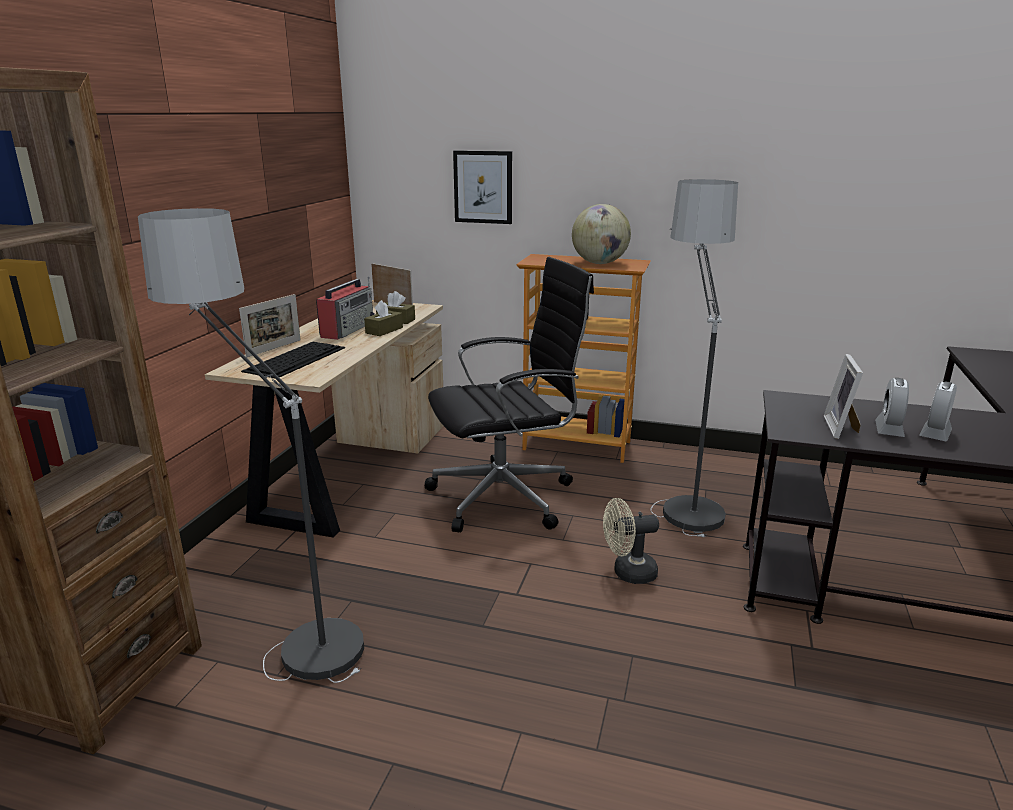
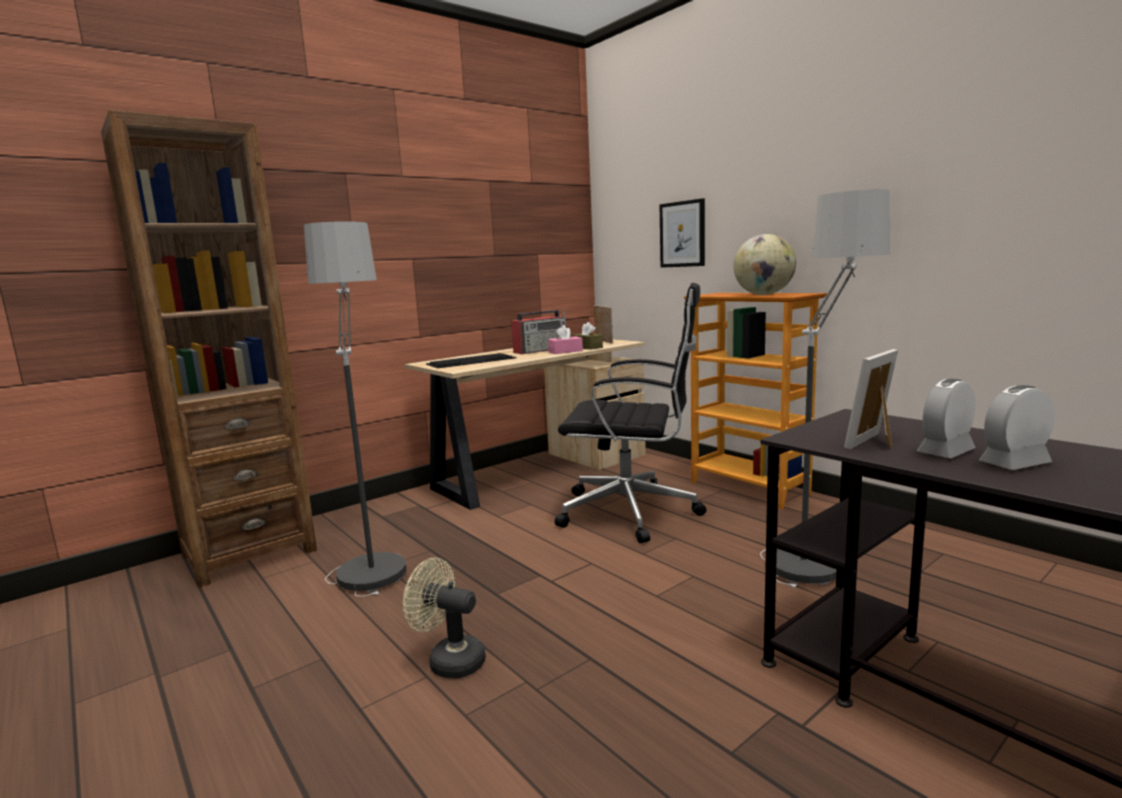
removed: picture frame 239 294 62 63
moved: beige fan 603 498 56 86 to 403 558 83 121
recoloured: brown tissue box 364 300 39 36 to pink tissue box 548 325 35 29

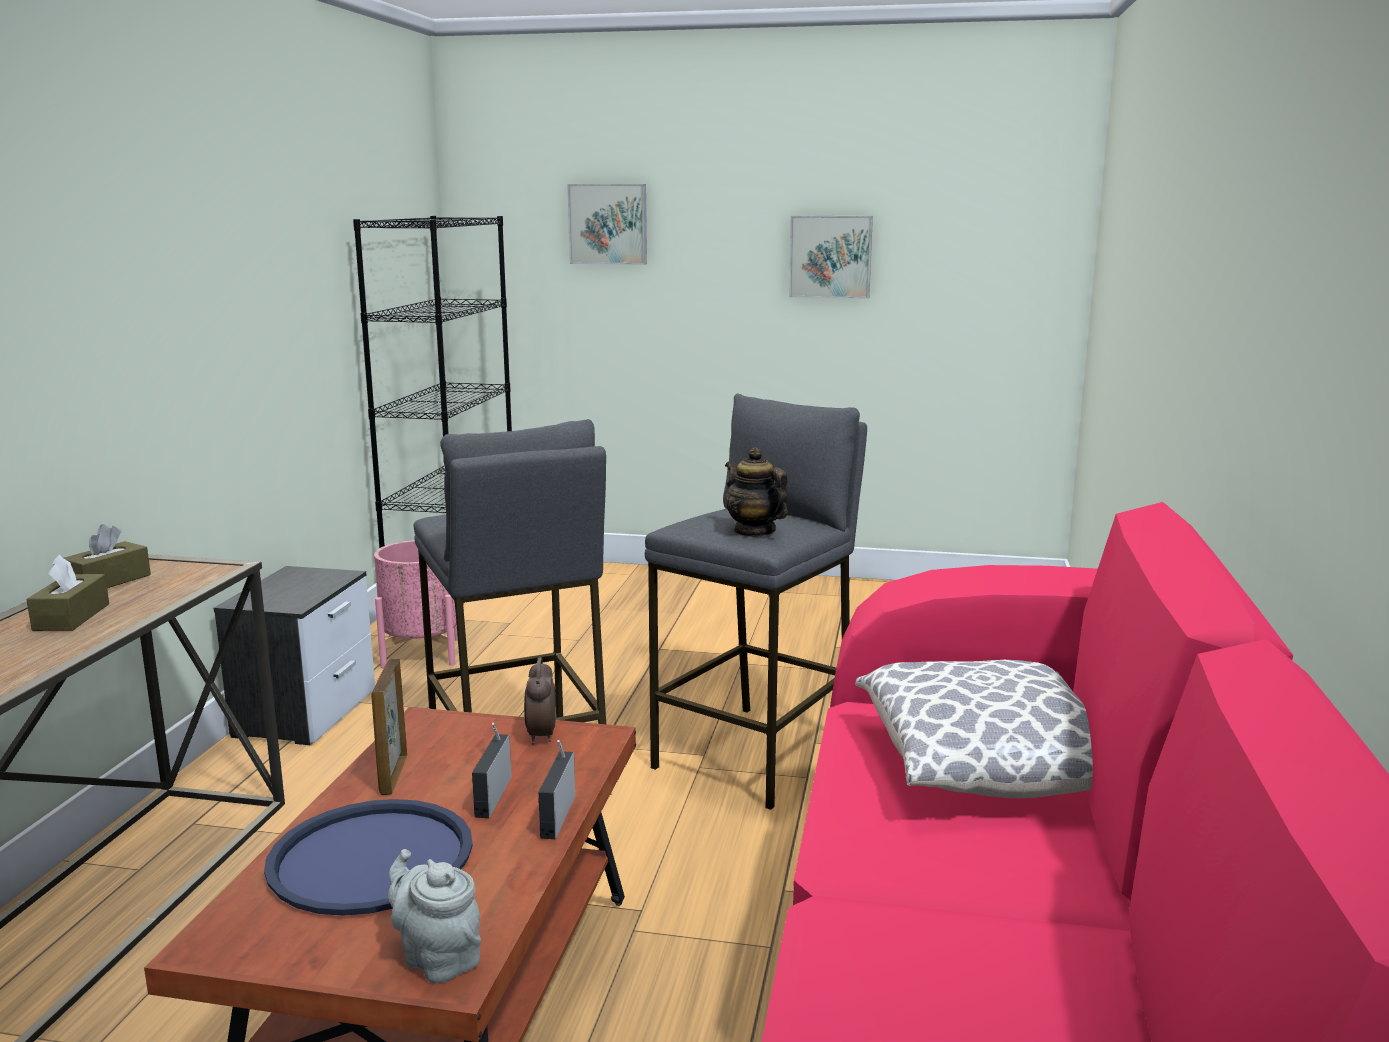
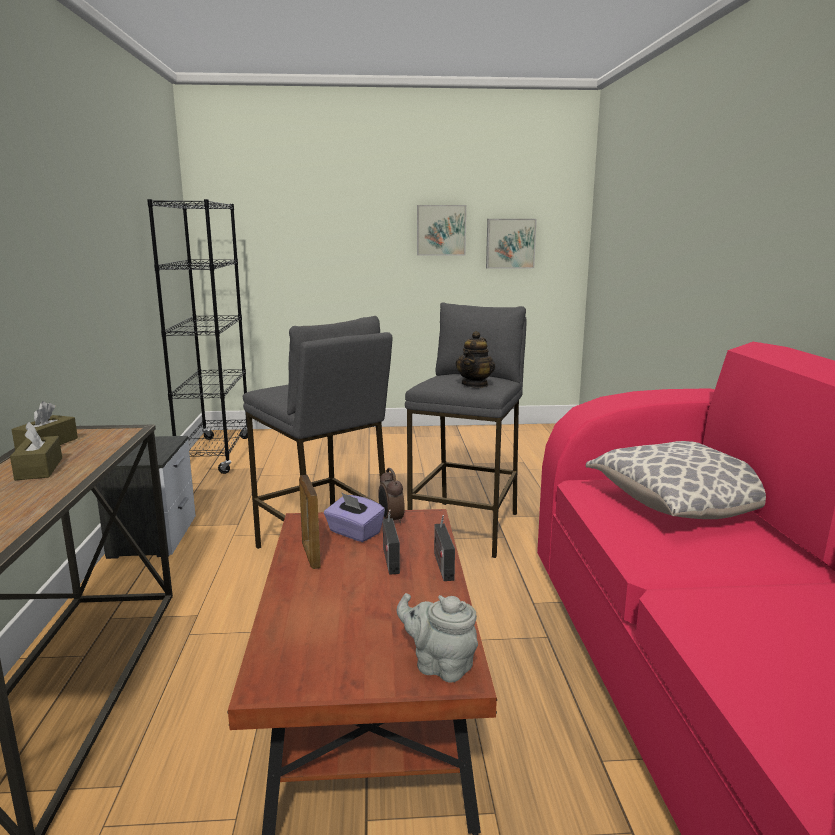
removed: blue tray 264 799 209 117; pink planter 374 540 84 128
added: purple tissue box 324 492 61 50
moved: picture 567 184 80 81 to 486 219 51 50
turned: teapot 725 447 63 90 = 456 331 39 57 105 degrees counterclockwise

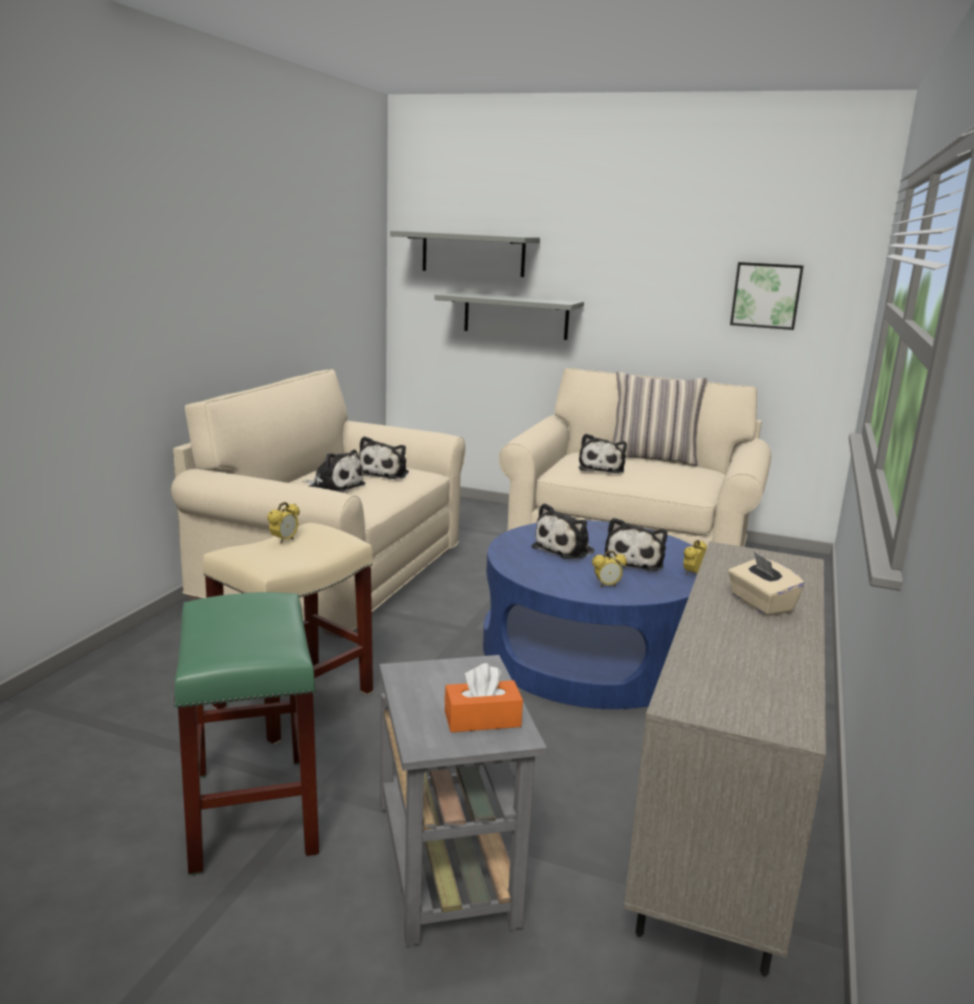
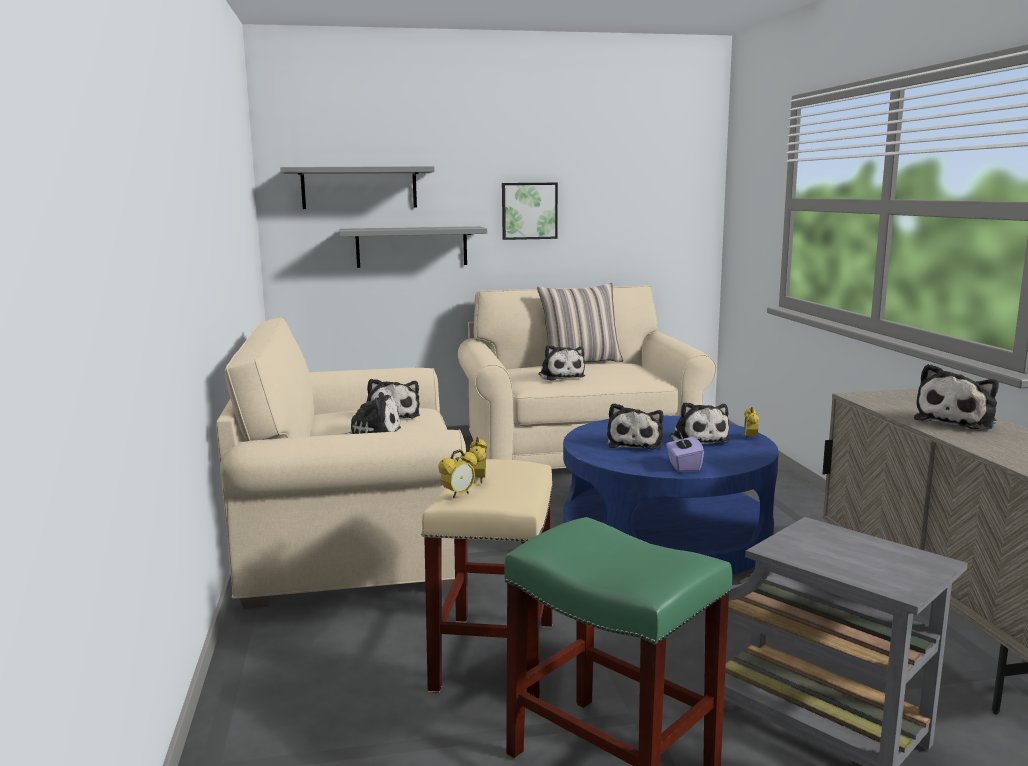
removed: orange tissue box 445 663 78 69
added: purple tissue box 666 433 38 39
moved: alarm clock 592 551 35 36 to 438 449 39 50; picture 730 262 74 68 to 502 183 56 57
replaced: beige tissue box 728 552 77 64 to plush toy 914 364 85 65

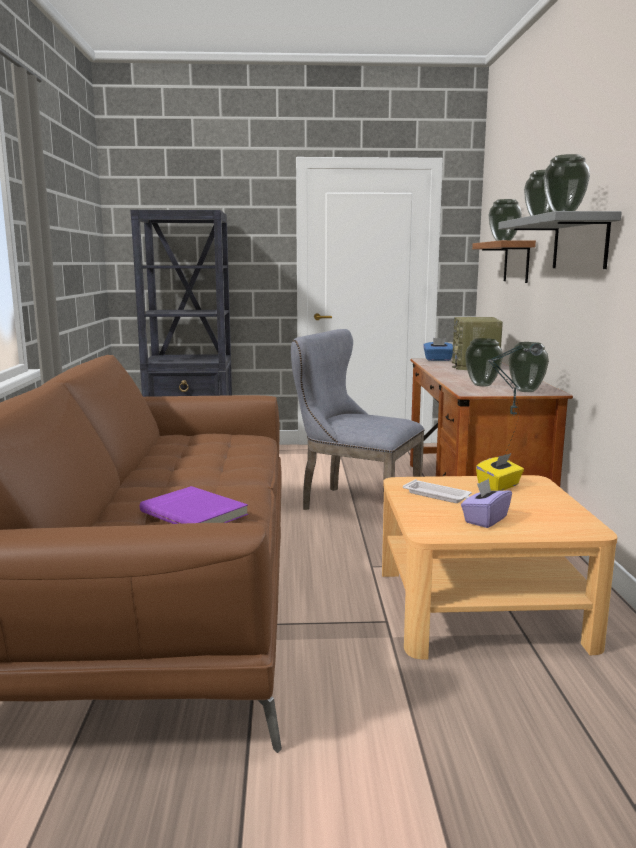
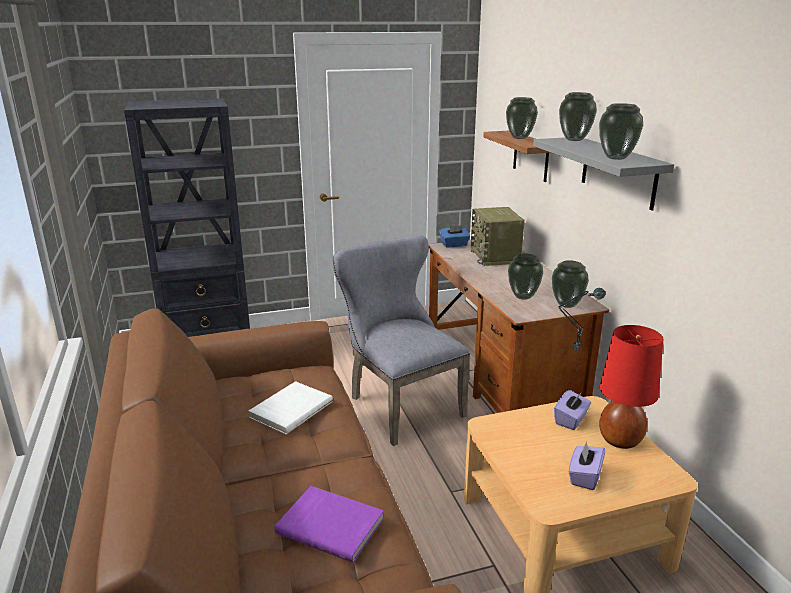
removed: white tray 403 479 69 24
added: white book 249 381 84 53; red table lamp 599 325 64 124
recoloured: yellow tissue box 476 453 48 38 to purple tissue box 554 390 37 40
turned: grey chair 291 329 134 181 = 332 235 138 211 45 degrees clockwise

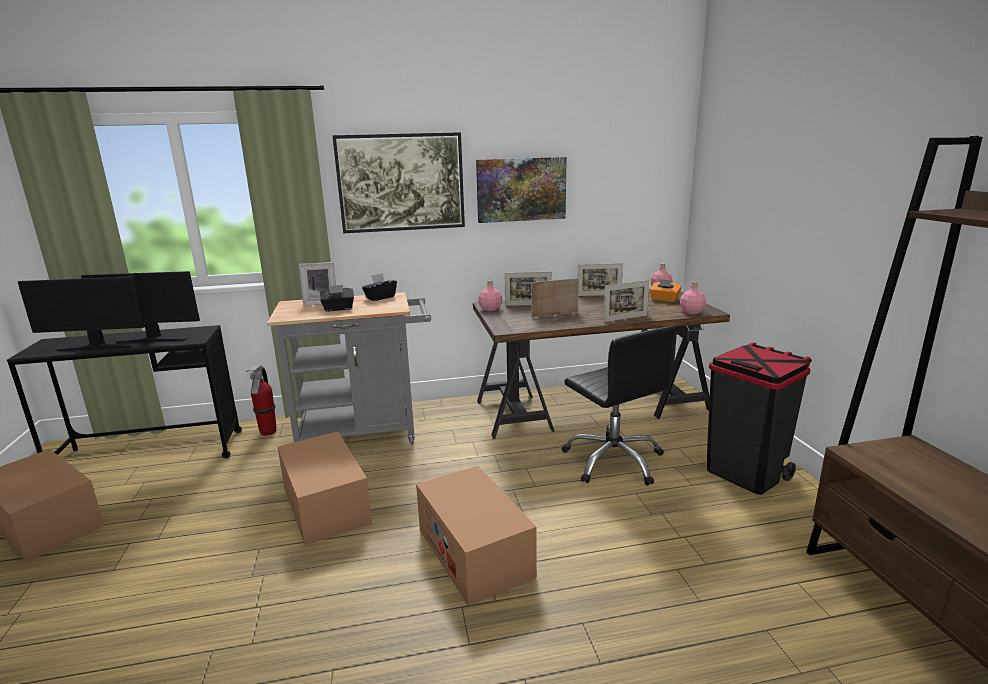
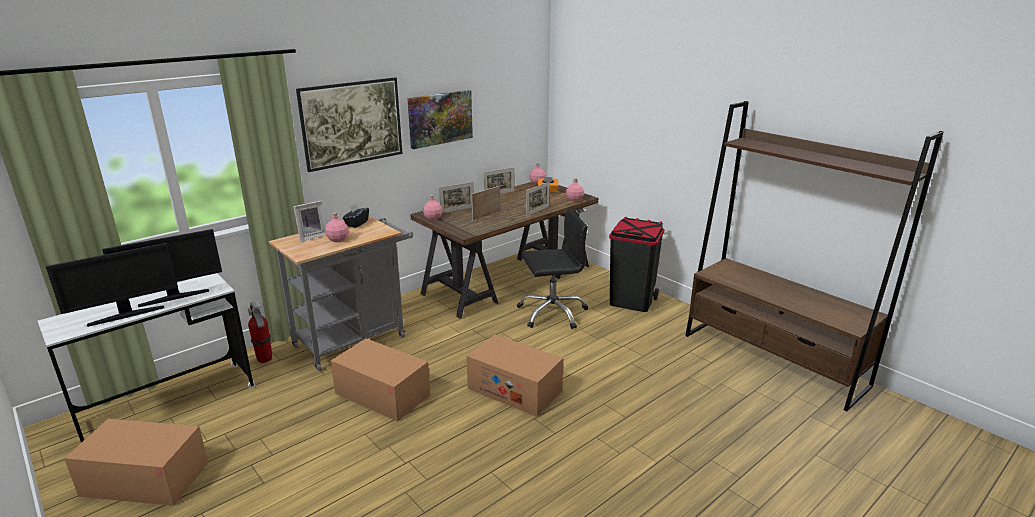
replaced: black tissue box 320 285 34 26 to pink bottle 325 212 24 30
recoloured: black desk 7 325 235 133 to white desk 38 273 218 170
turned: black office chair 562 326 113 160 = 517 208 71 121 45 degrees counterclockwise

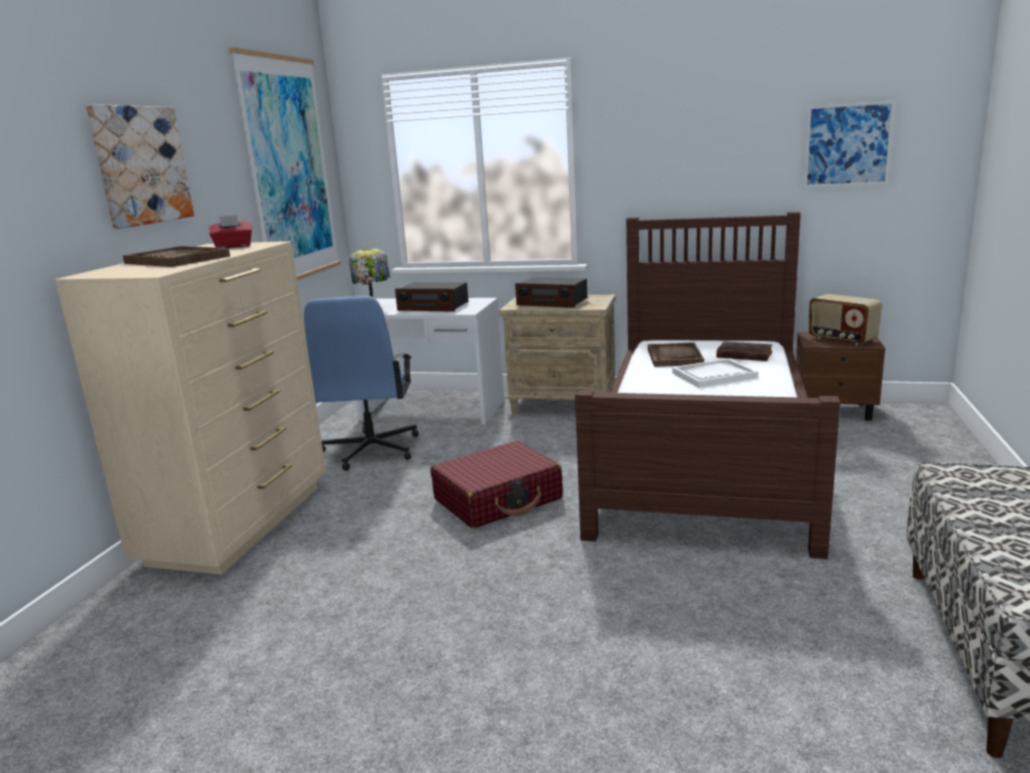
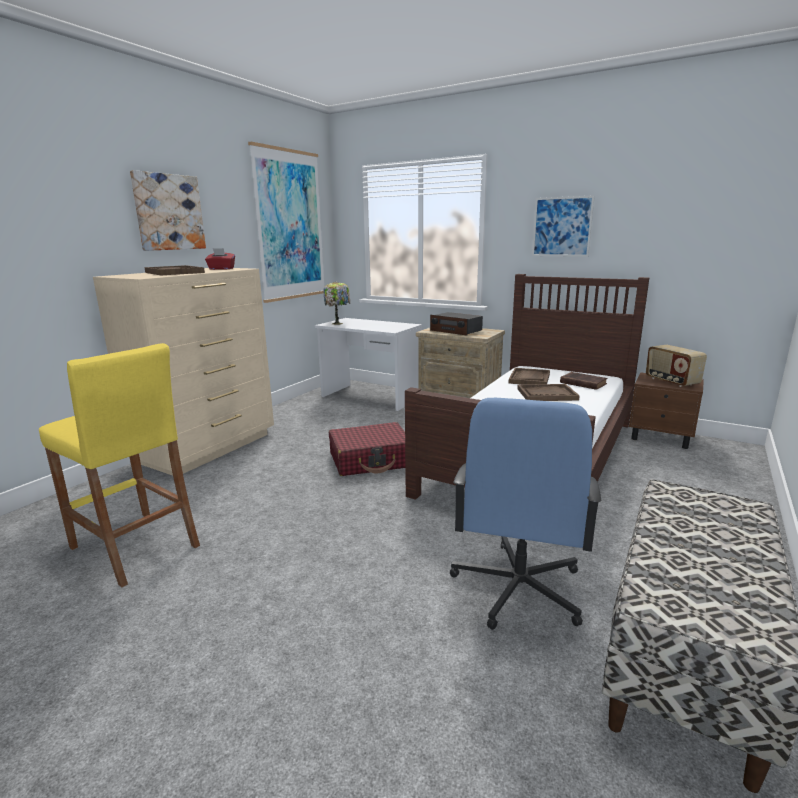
removed: radio 395 282 74 30
added: yellow stool 39 343 161 244
moved: blue office chair 304 296 115 175 to 450 398 151 232; picture 804 101 91 87 to 532 195 63 62
recoloured: white tray 672 358 86 30 to brown tray 517 384 63 17

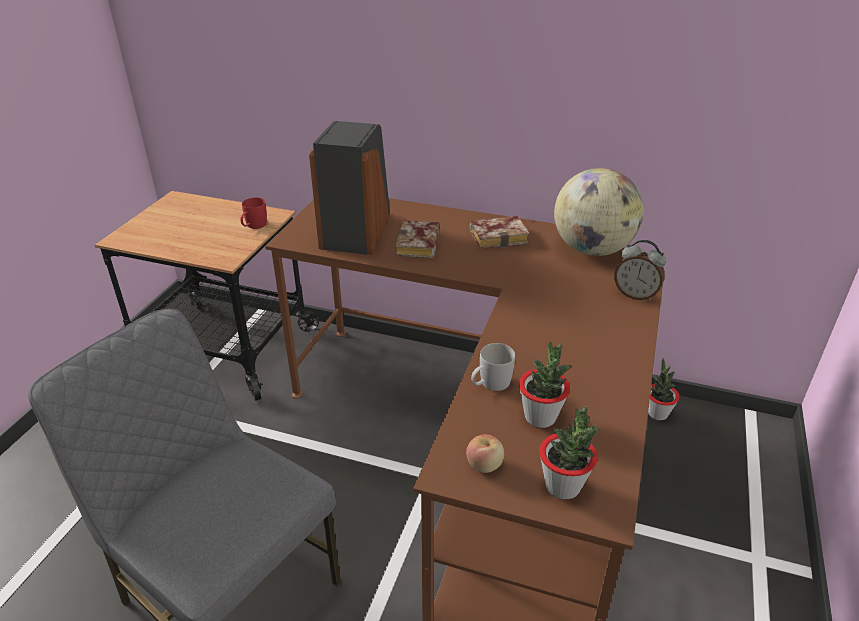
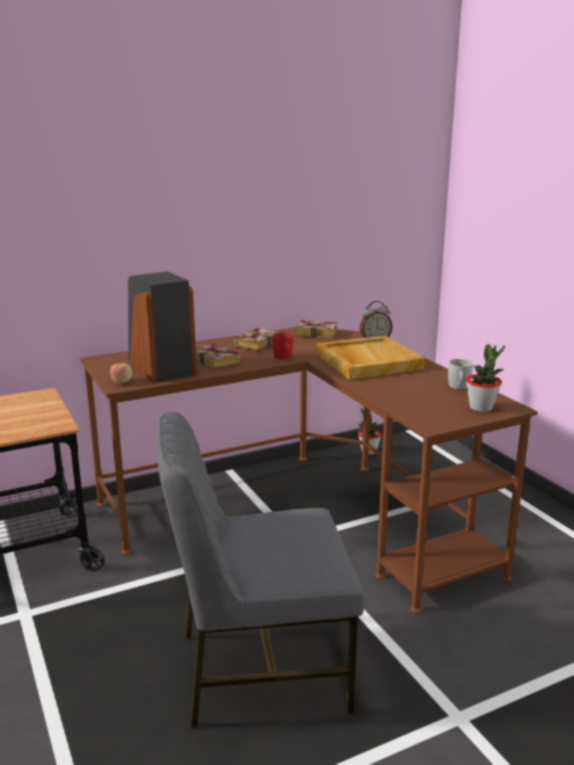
removed: potted plant 519 342 53 86
added: beige tray 316 336 109 43
moved: red mug 240 198 27 31 to 272 332 21 27; apple 466 434 38 39 to 110 363 22 21; white mug 471 343 44 48 to 448 359 25 31
replaced: globe 554 168 90 88 to book 295 320 42 18

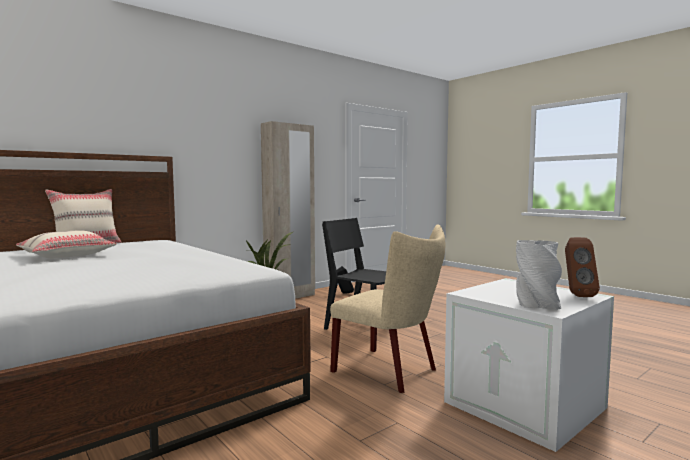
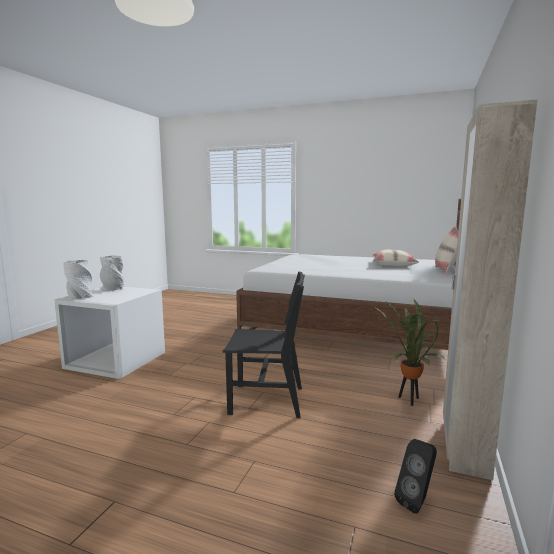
removed: beige chair 330 225 115 168
replaced: brown speaker 565 237 35 60 to grey vase 63 260 31 39

